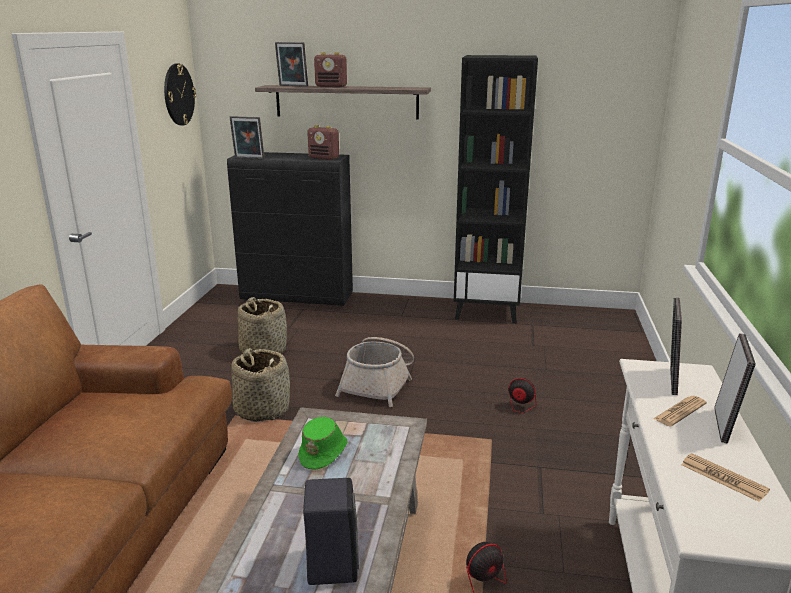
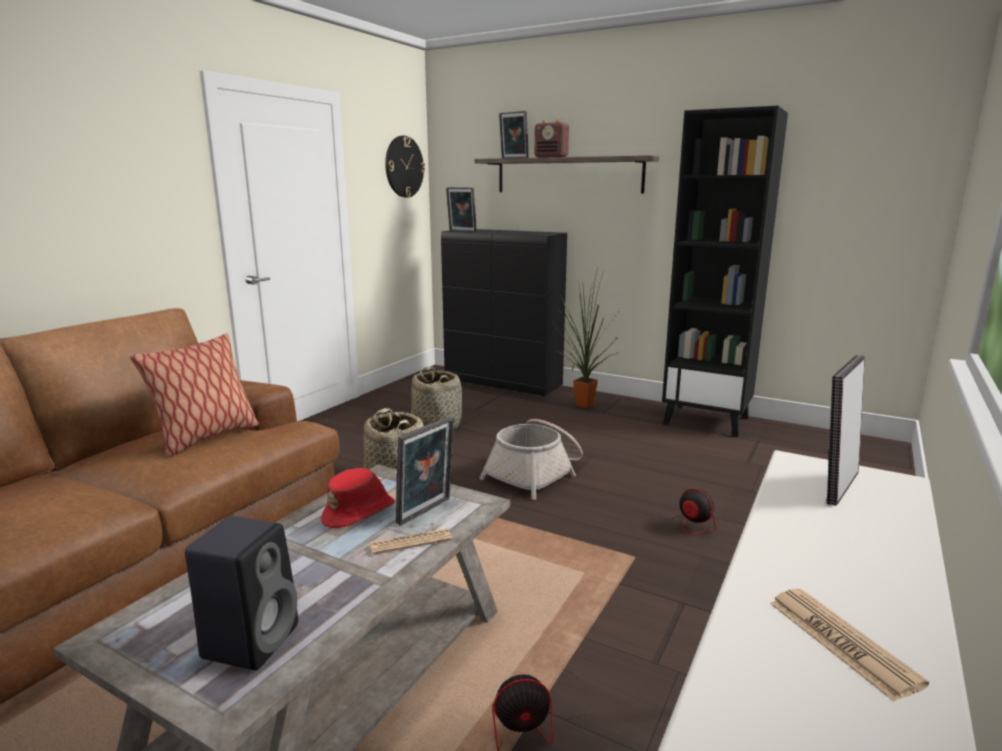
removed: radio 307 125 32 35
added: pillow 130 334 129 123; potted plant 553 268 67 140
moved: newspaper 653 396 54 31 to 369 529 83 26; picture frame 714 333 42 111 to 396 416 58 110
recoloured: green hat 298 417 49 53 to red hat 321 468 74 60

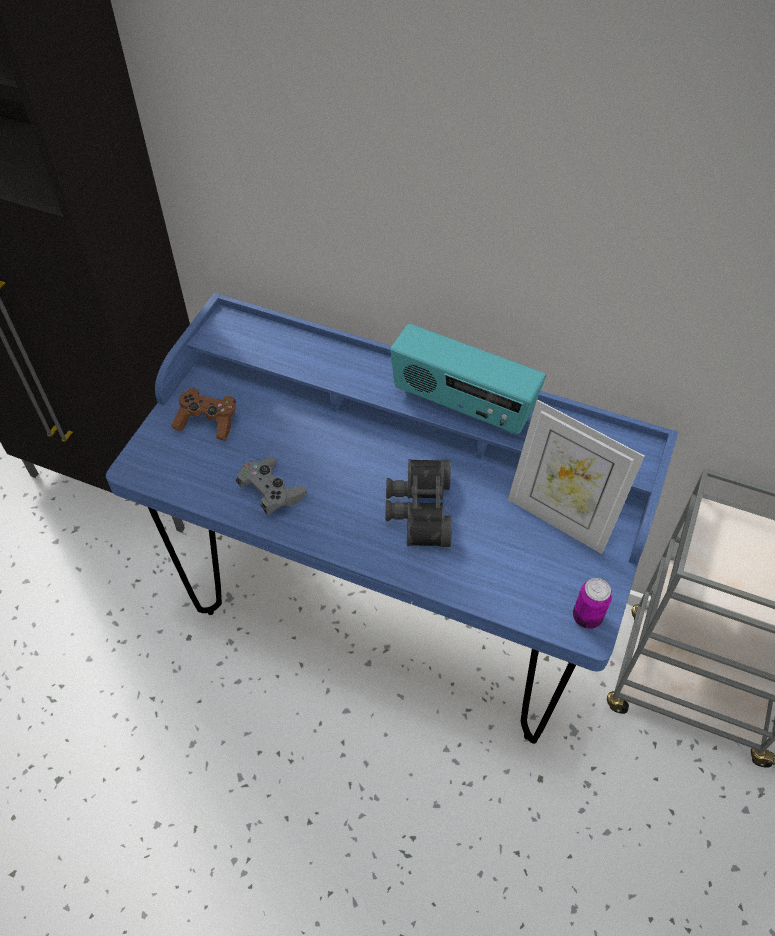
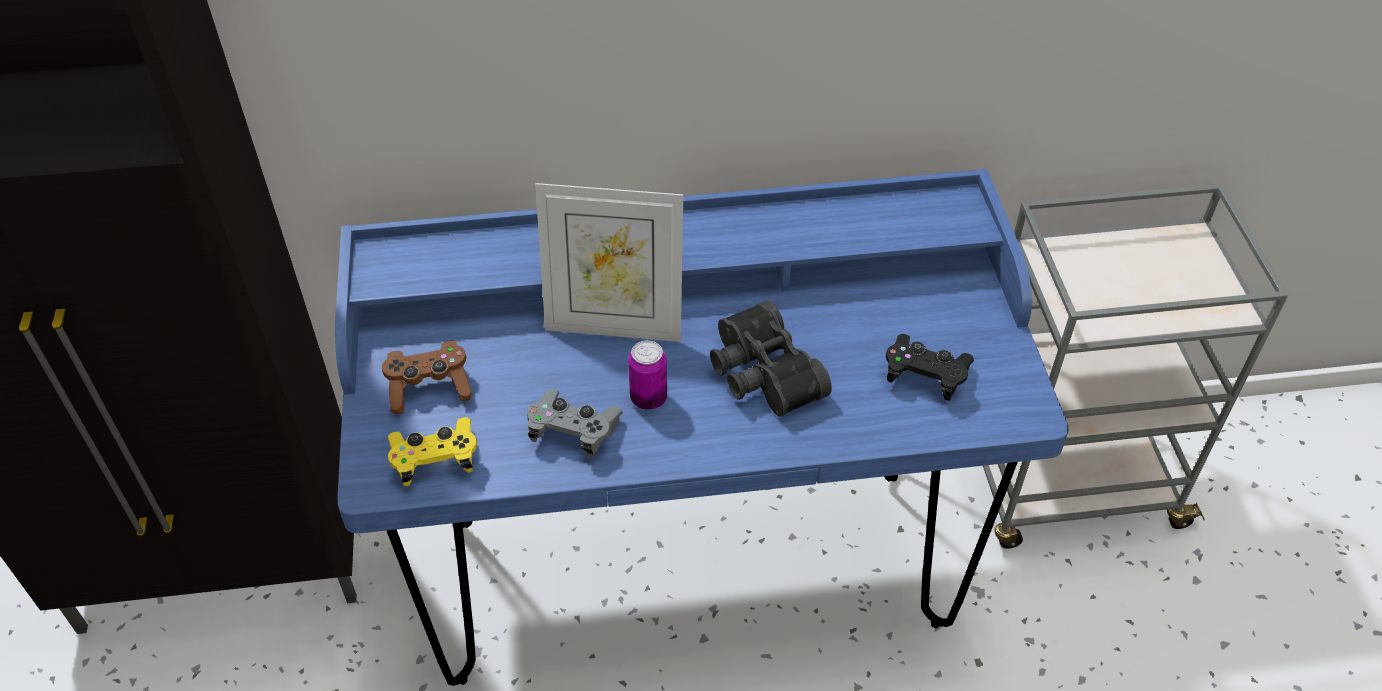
removed: radio 390 324 156 110
added: yellow game controller 387 417 90 69; black game controller 886 334 88 67
moved: picture frame 508 400 137 154 to 535 183 148 159; can 573 578 39 51 to 628 340 39 70

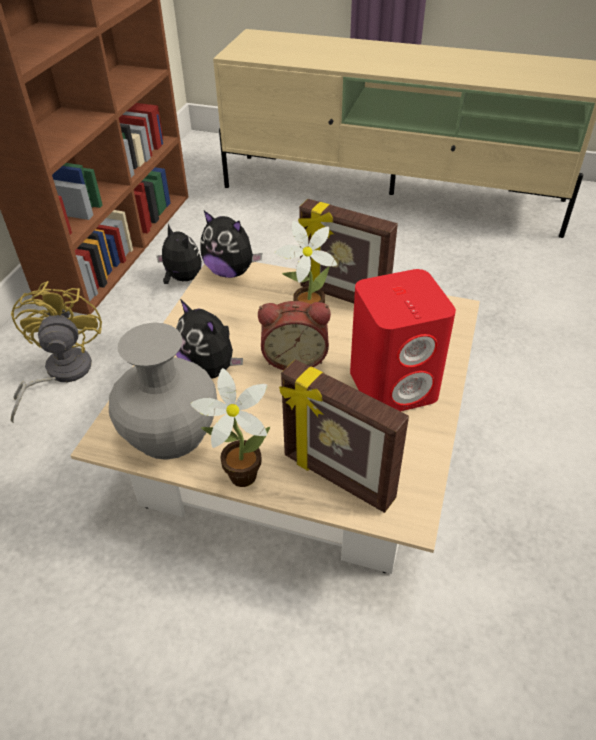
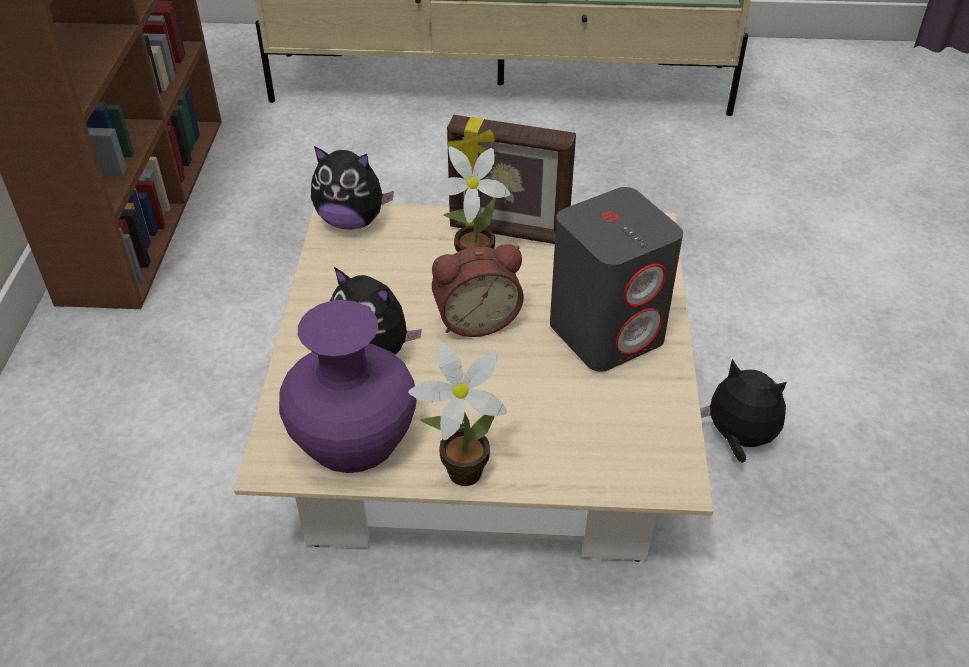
removed: yellow fan 11 281 91 142; picture frame 279 359 130 154
moved: plush toy 157 223 45 61 to 700 359 87 104
recoloured: grey vase 109 322 108 138 to purple vase 279 300 138 173; red speaker 350 269 106 142 to grey speaker 550 187 133 185

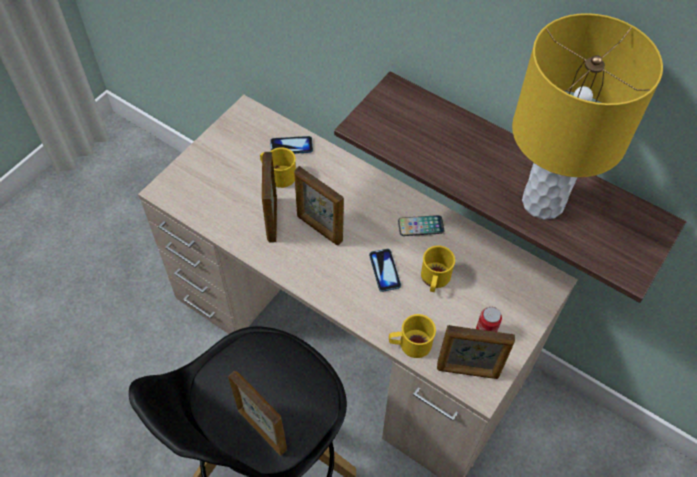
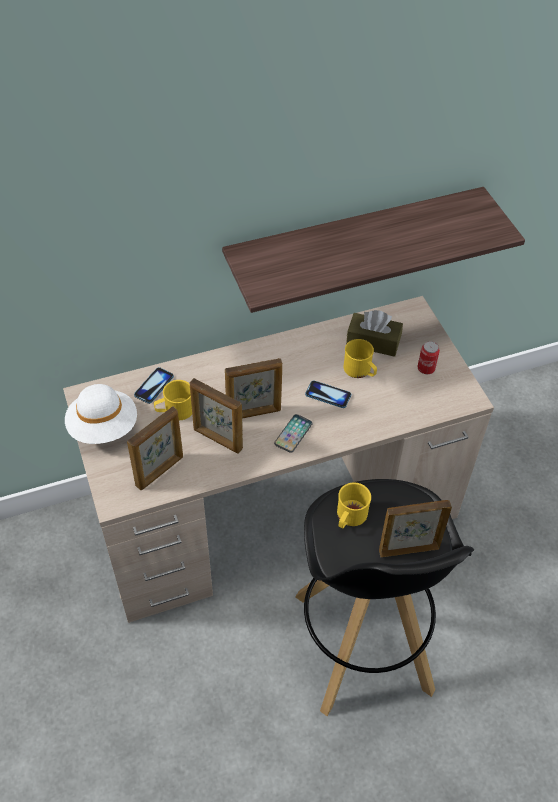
removed: yellow table lamp 512 13 151 207
added: white hat 65 384 72 60; brown tissue box 346 310 57 47
moved: yellow mug 389 314 47 44 to 337 483 34 45; phone 398 215 46 21 to 274 414 39 39; picture frame 437 325 78 54 to 127 407 56 83

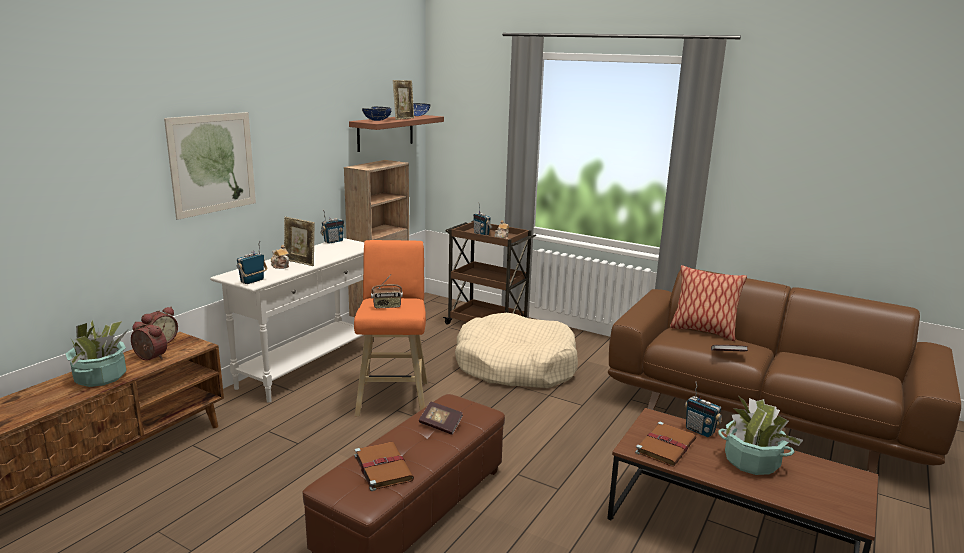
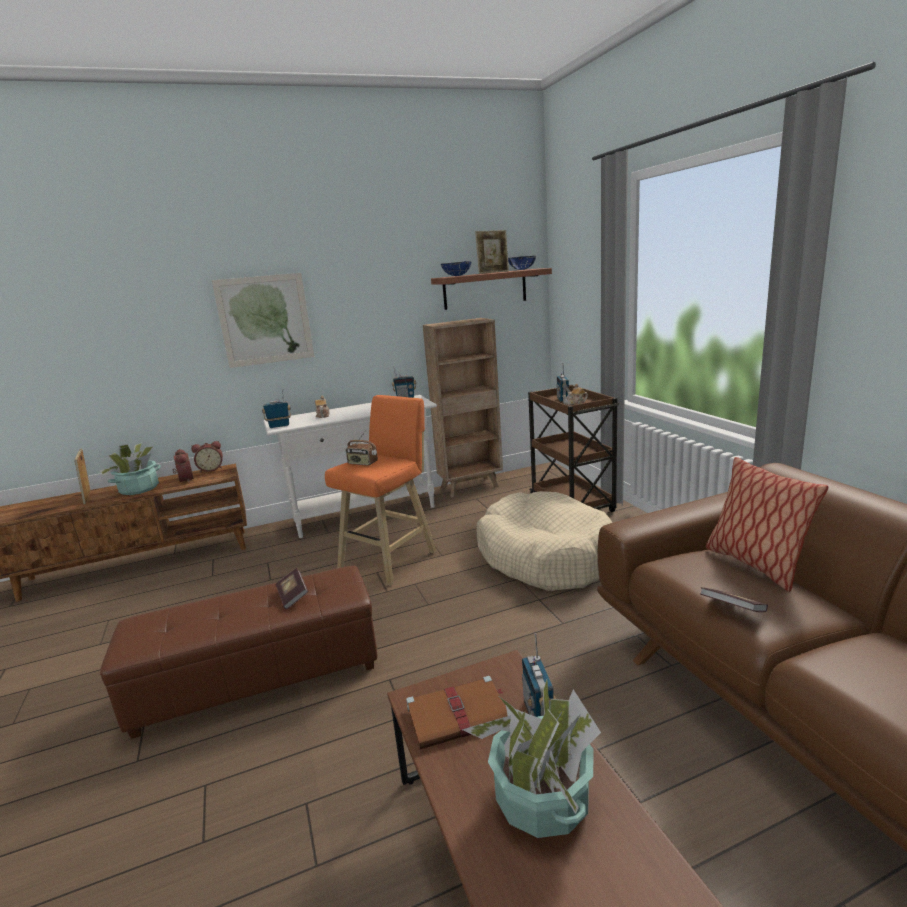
removed: brown book 354 442 60 49
moved: picture frame 284 217 31 49 to 75 449 15 55

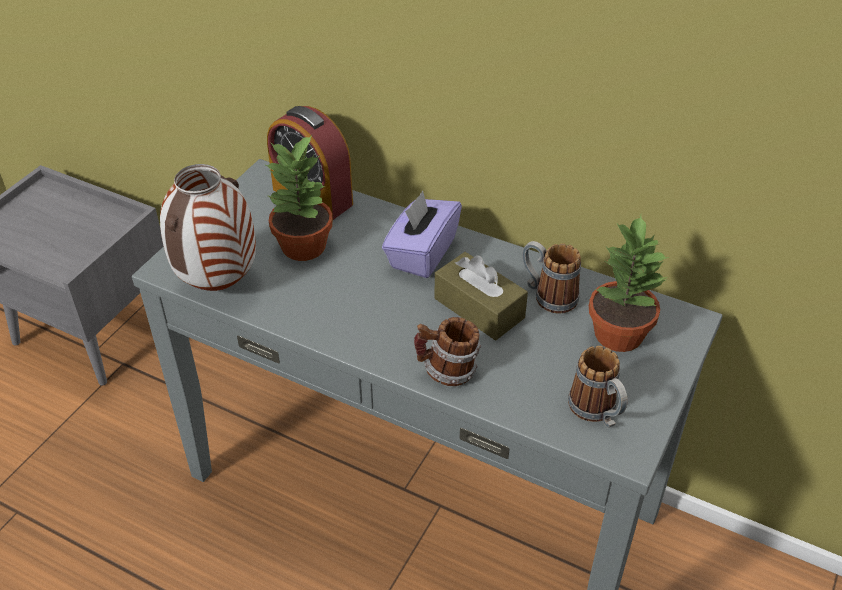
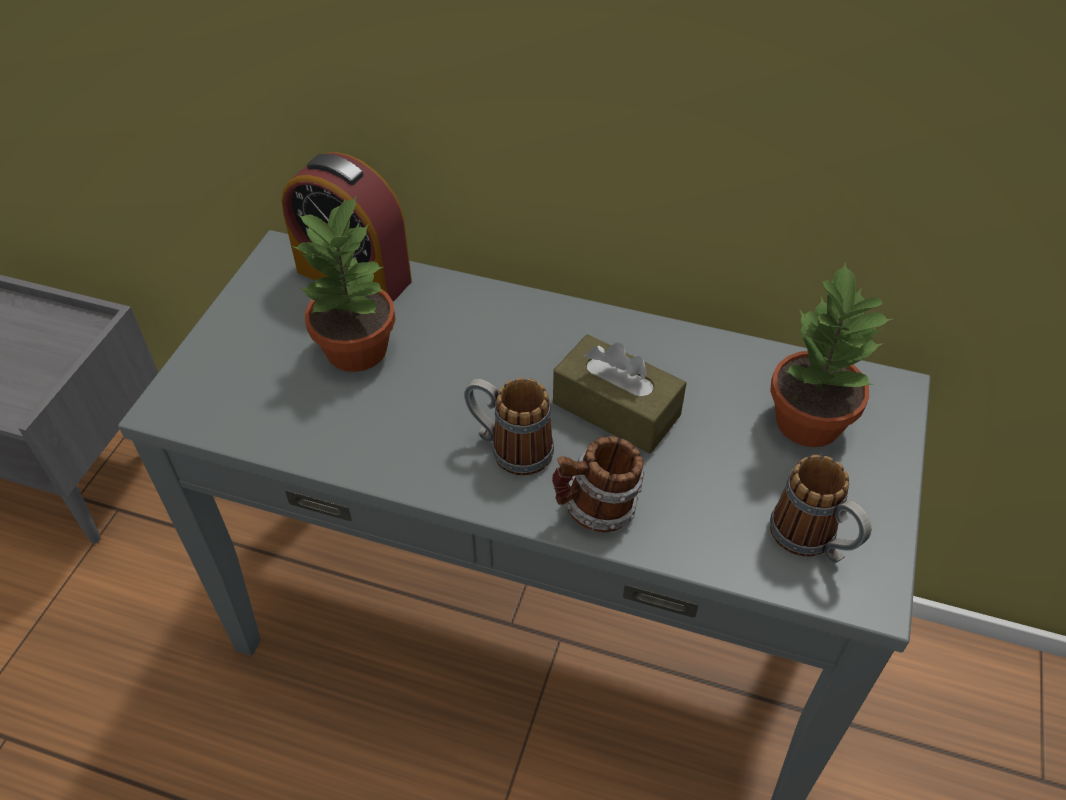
removed: vase 160 164 96 127; purple tissue box 382 191 80 87
moved: mug 522 241 59 73 to 464 378 90 98

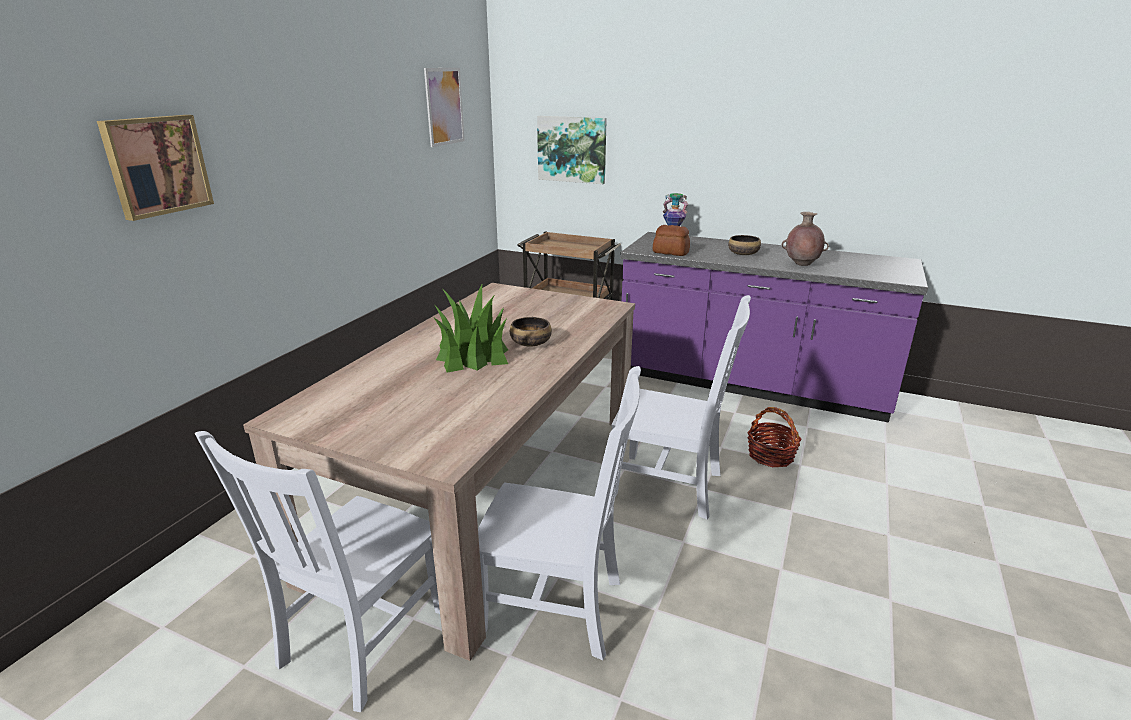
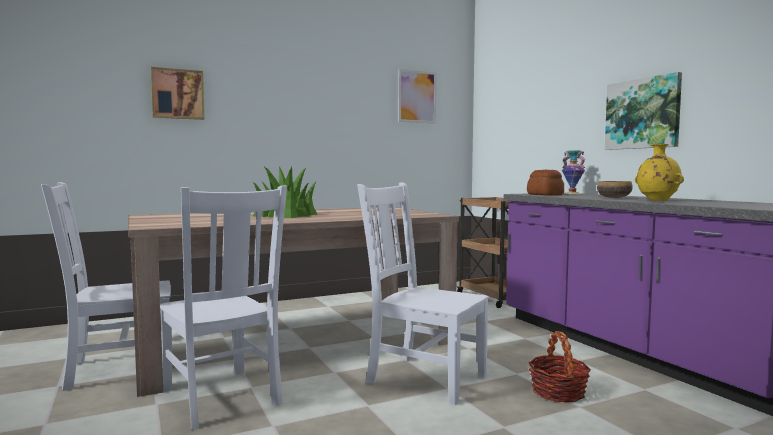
removed: bowl 510 317 42 29
moved: picture 537 116 70 68 to 605 72 77 78
recoloured: brown vase 782 212 47 54 to yellow vase 635 144 49 57
turned: white chair 611 295 140 225 = 357 183 132 222 150 degrees clockwise

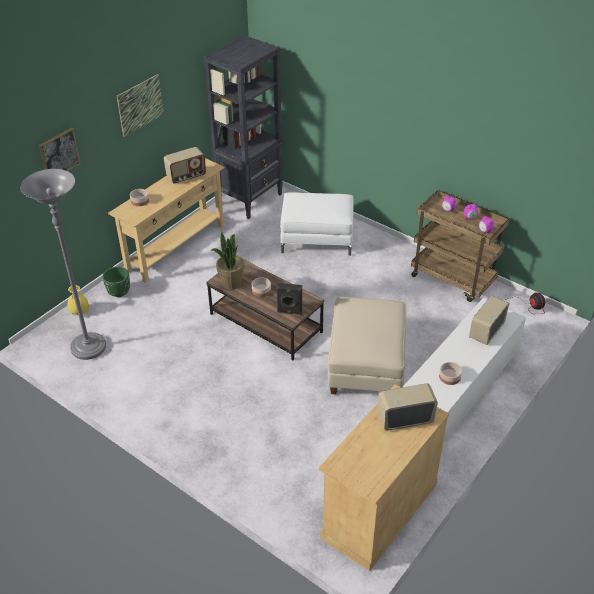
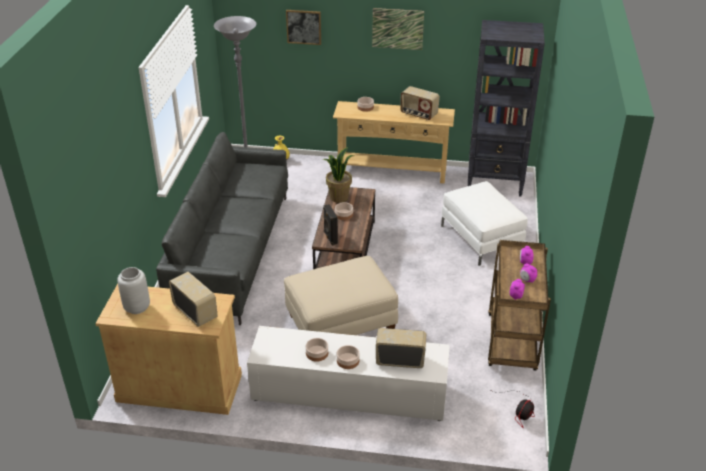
removed: green planter 102 267 28 30
added: grey vase 117 267 33 47; grey sofa 156 132 132 193; bowl 337 345 23 24

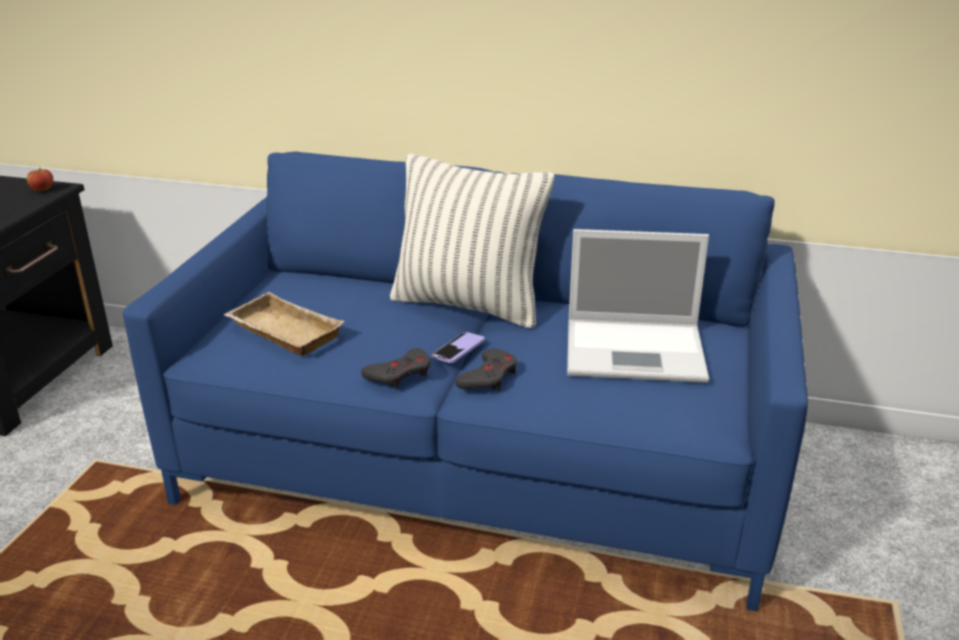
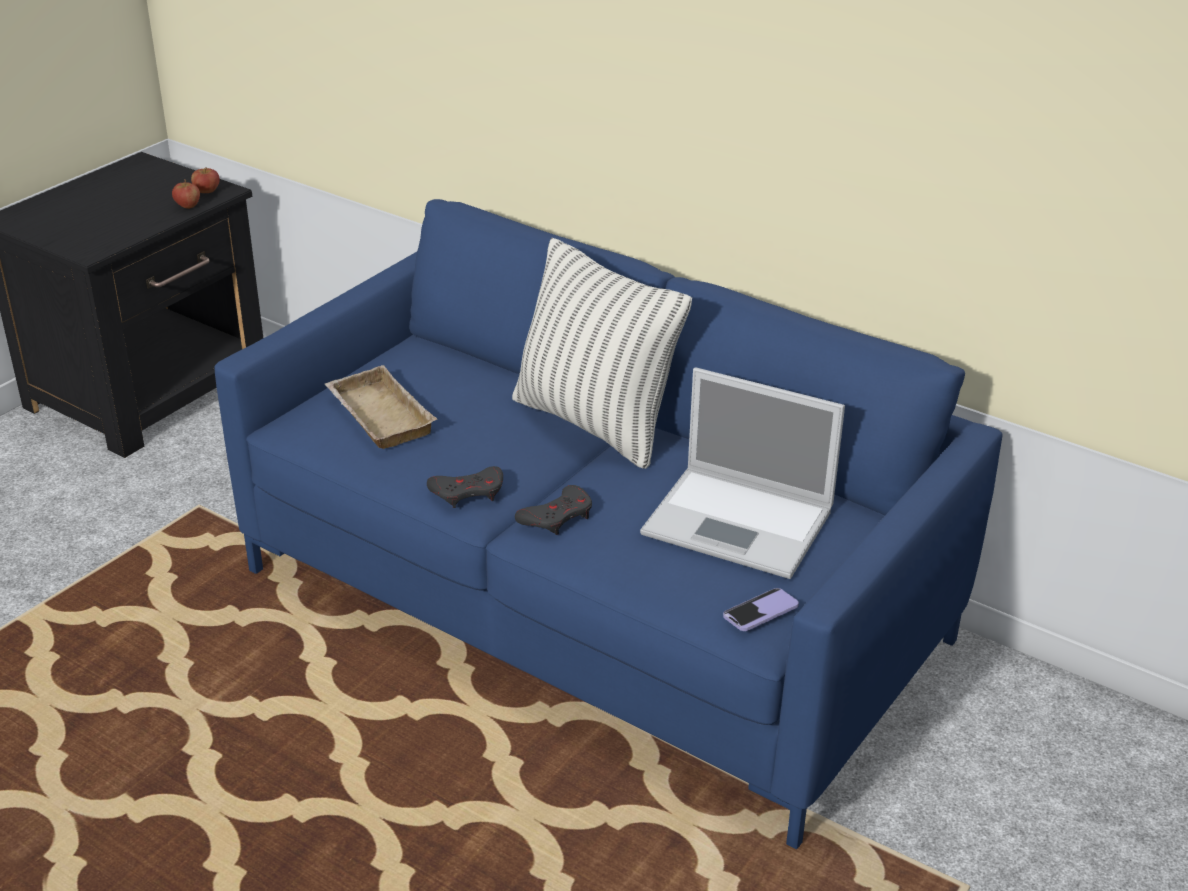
added: apple 172 179 28 30
moved: phone 432 332 53 31 to 723 588 76 43

